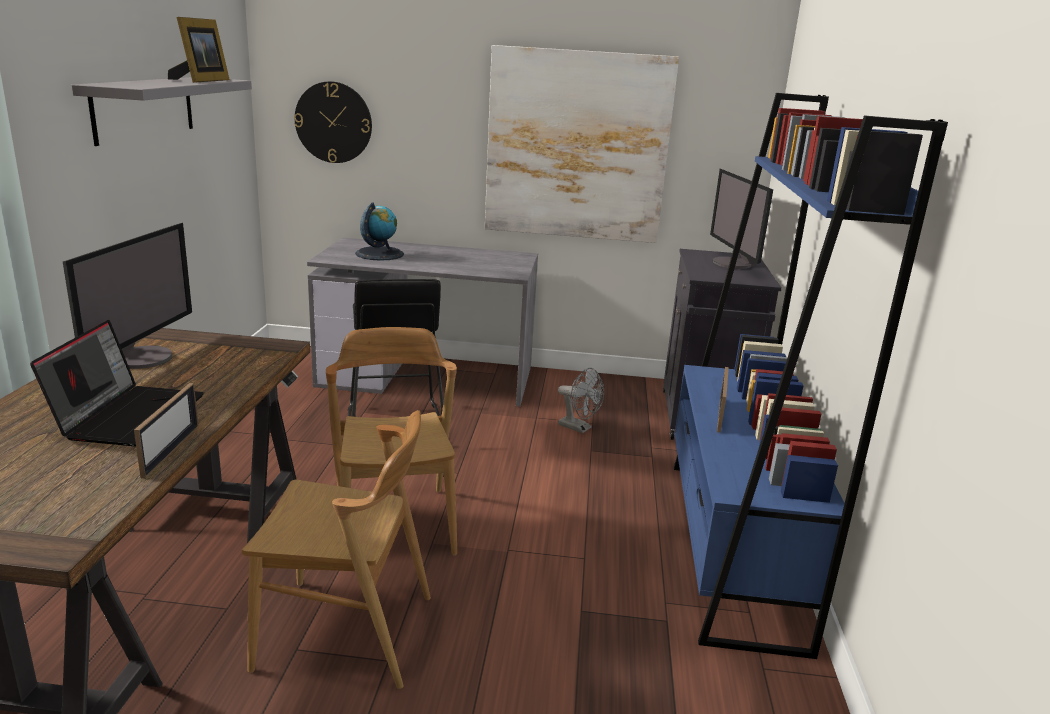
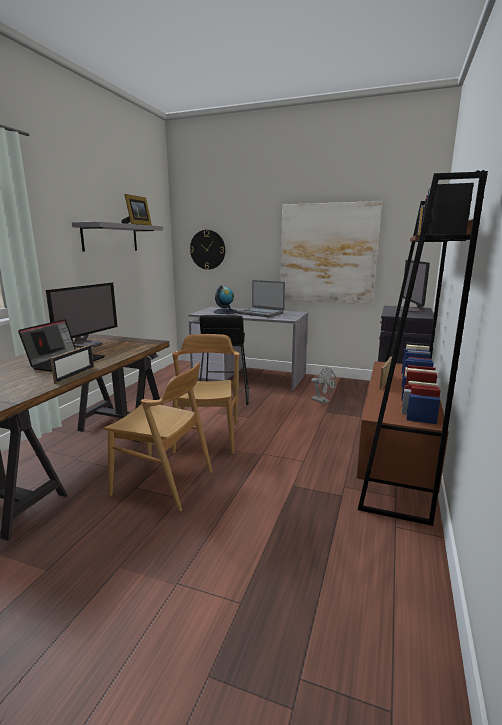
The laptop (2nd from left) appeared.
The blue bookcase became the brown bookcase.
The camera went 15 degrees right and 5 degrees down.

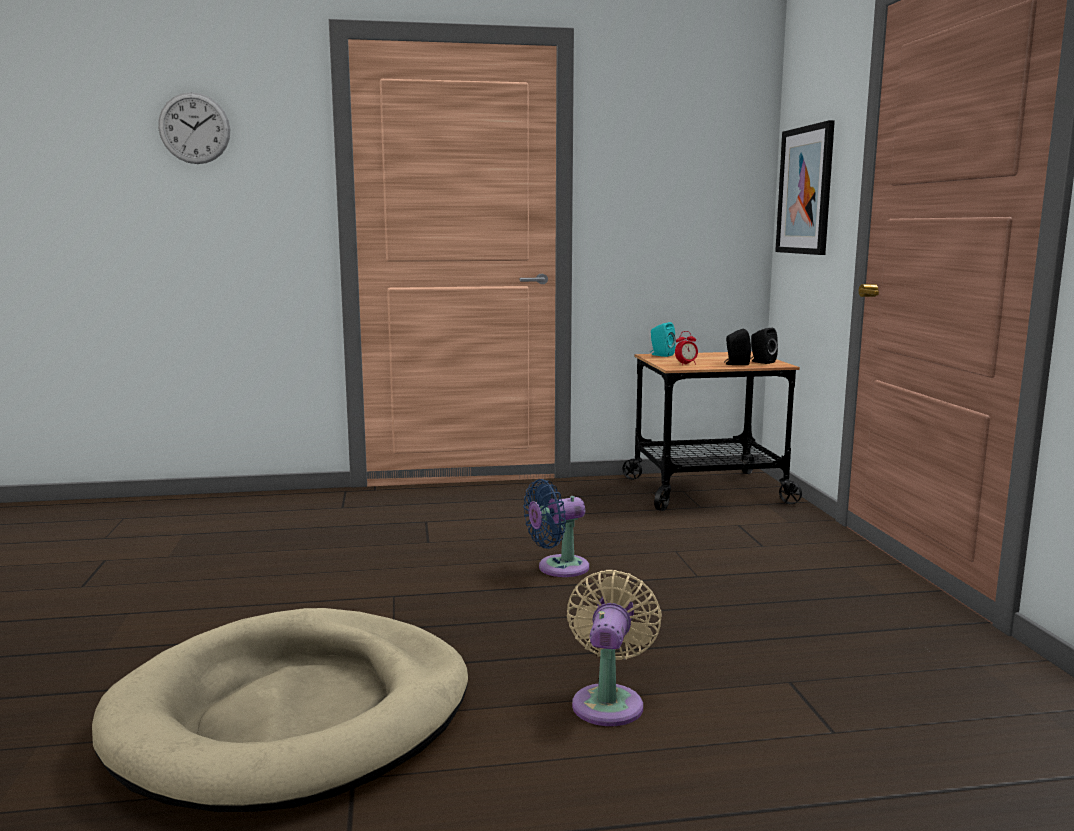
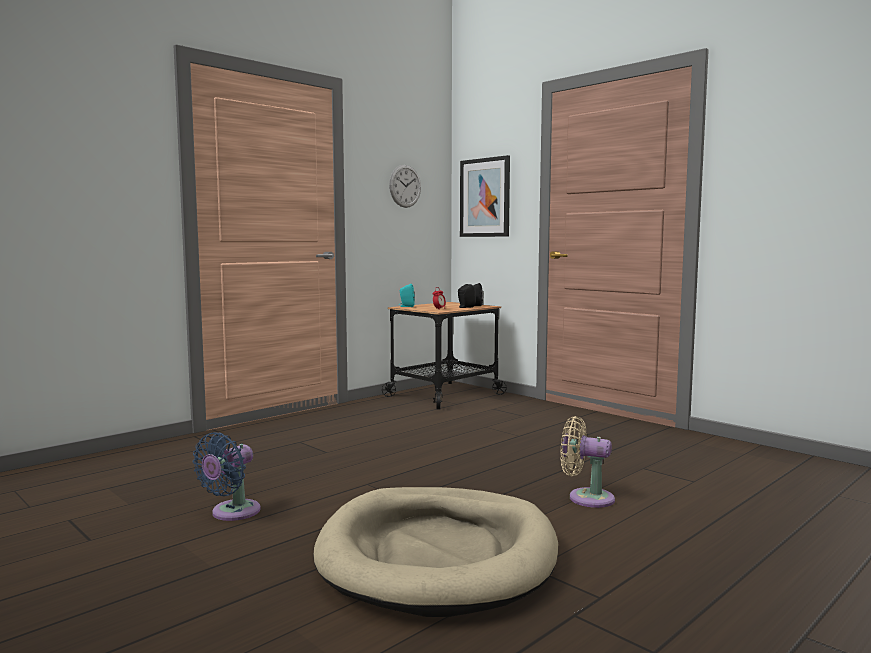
The blue fan moved.
The wall clock moved.
The beige fan turned 45 degrees counterclockwise.
The camera went 35 degrees left and 5 degrees down.

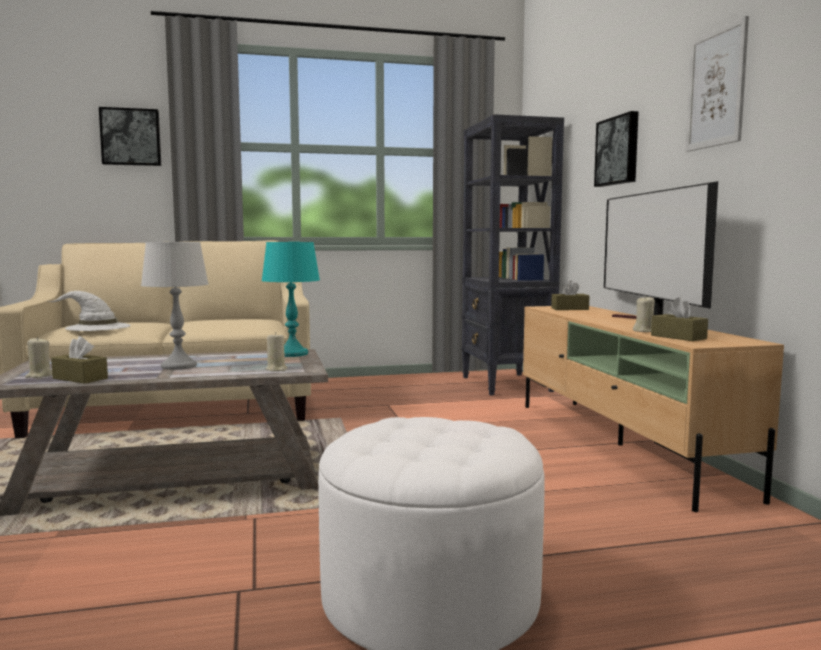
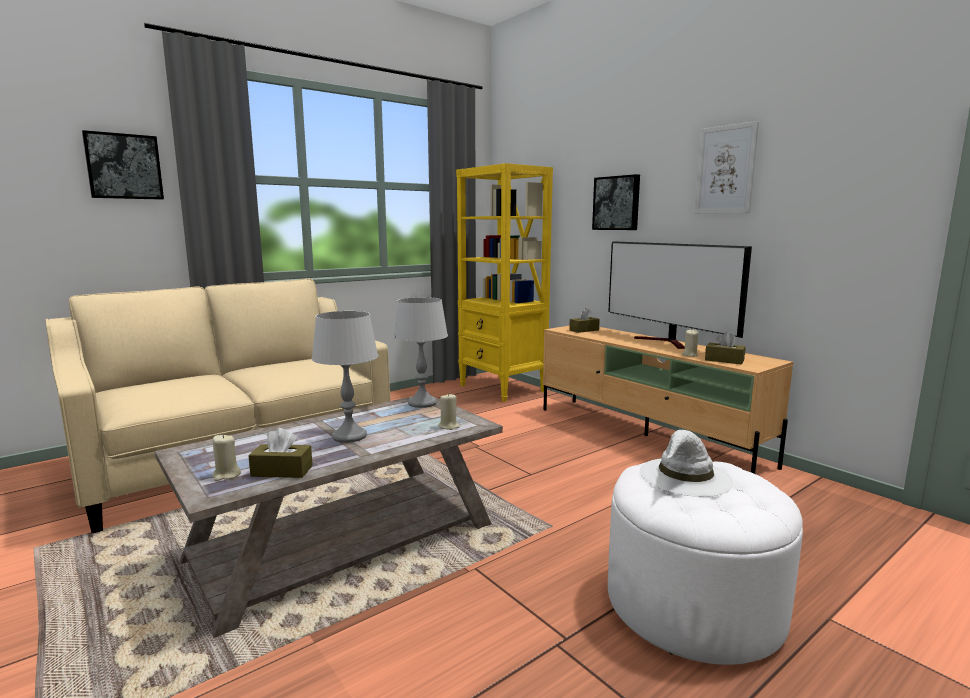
The turquoise table lamp became the grey table lamp (2nd from left).
The black bookcase became the yellow bookcase.
The white hat moved.
The camera went 25 degrees left and 5 degrees up.

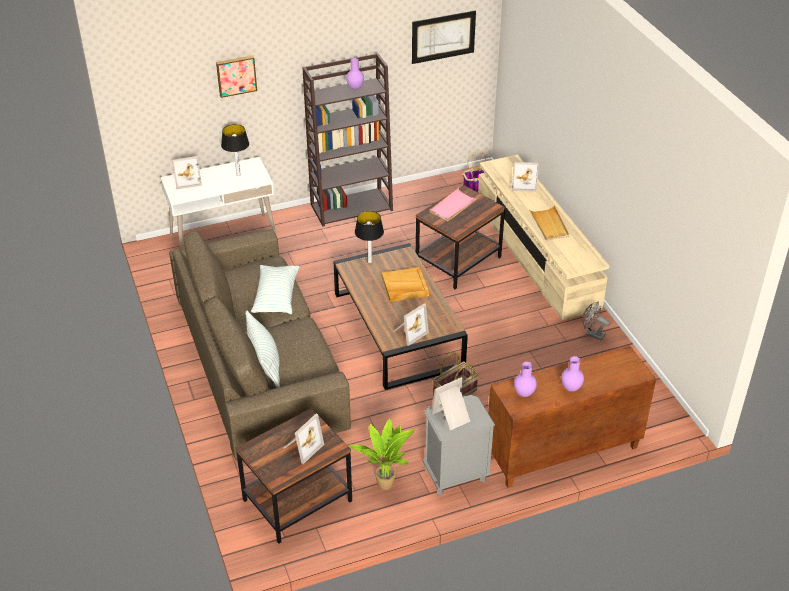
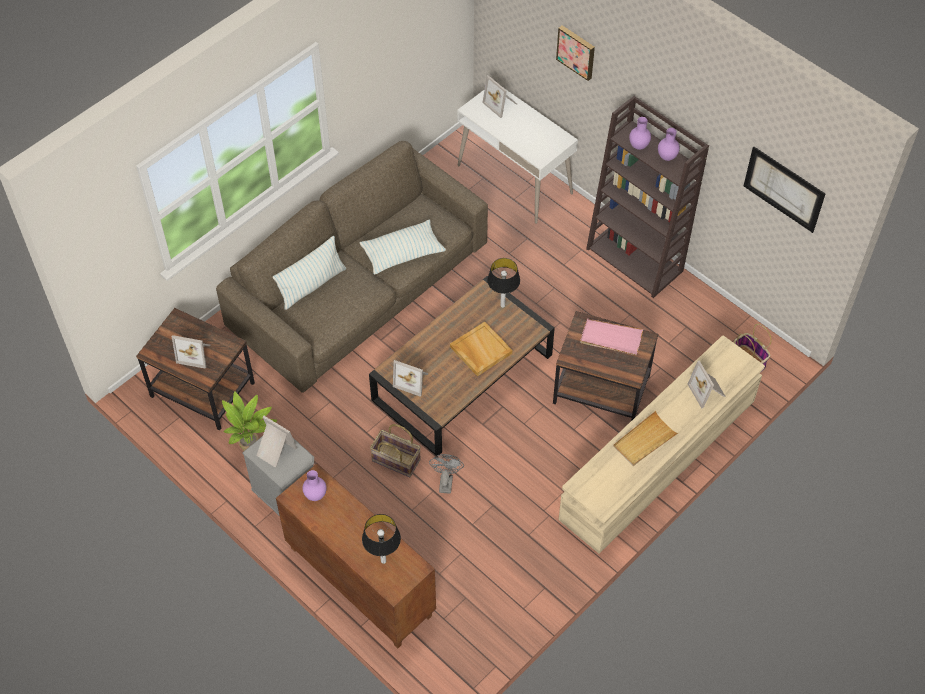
The table lamp (1st from left) moved.
The grey fan moved.
The purple vase (3rd from left in the first image) moved.
The camera went 65 degrees right and 15 degrees up.

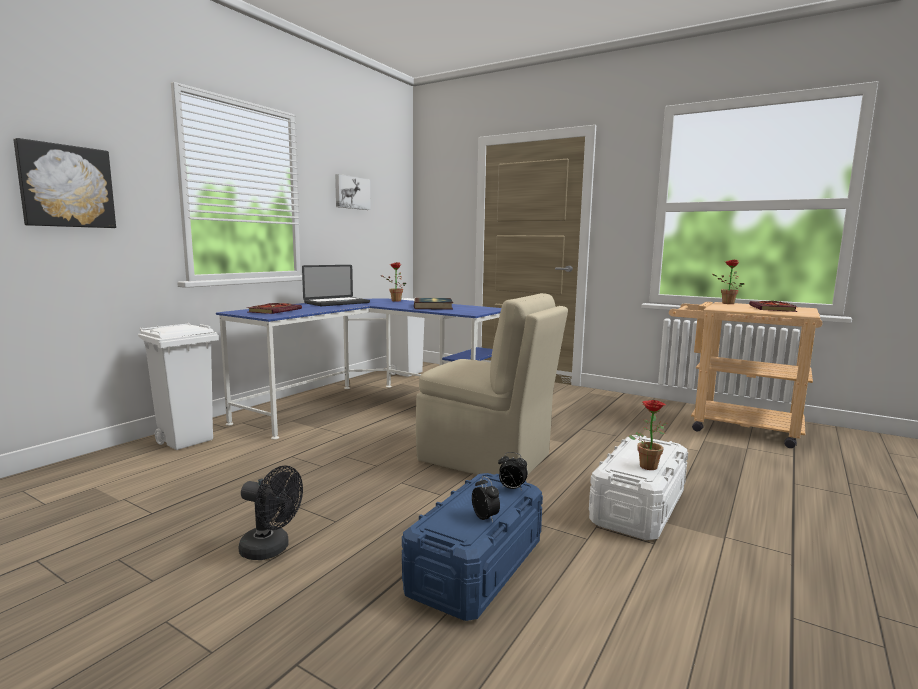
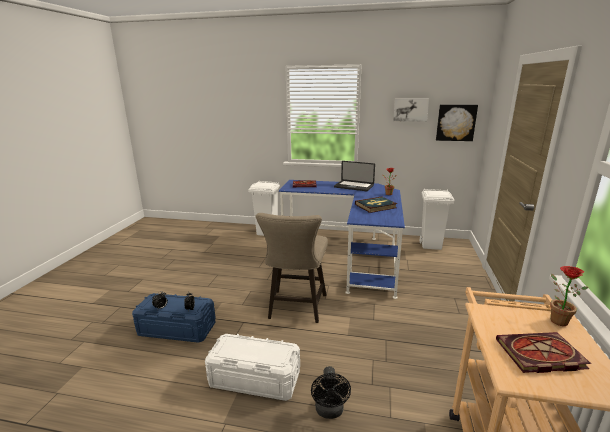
The beige chair was replaced by the beige stool.
The black fan moved.
The picture (1st from left in the first image) moved.
The potted plant (2nd from left) disappeared.
The camera went 70 degrees right and 10 degrees up.

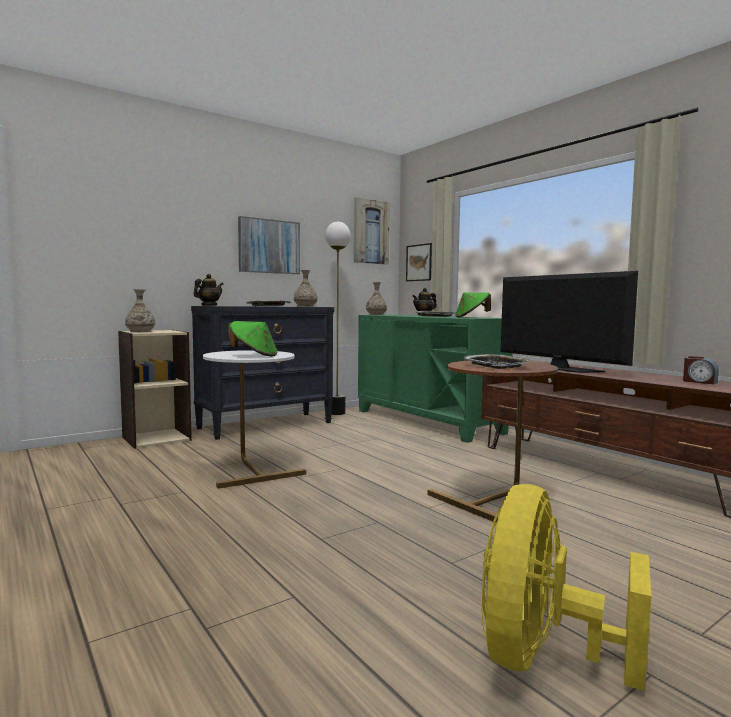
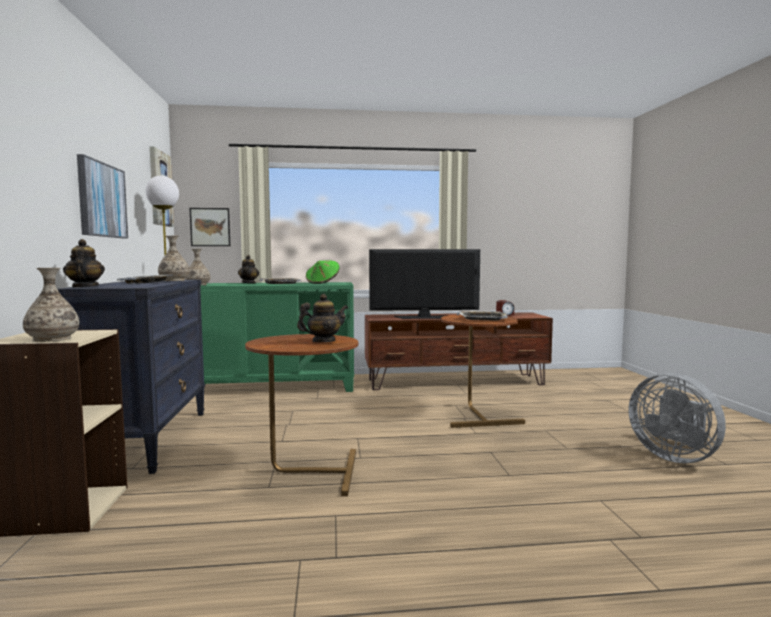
The white side table became the brown side table (1st from left).
The green hat (1st from left) was replaced by the teapot (3rd from left).
The yellow fan became the grey fan.
The camera went 60 degrees left and 0 degrees up.

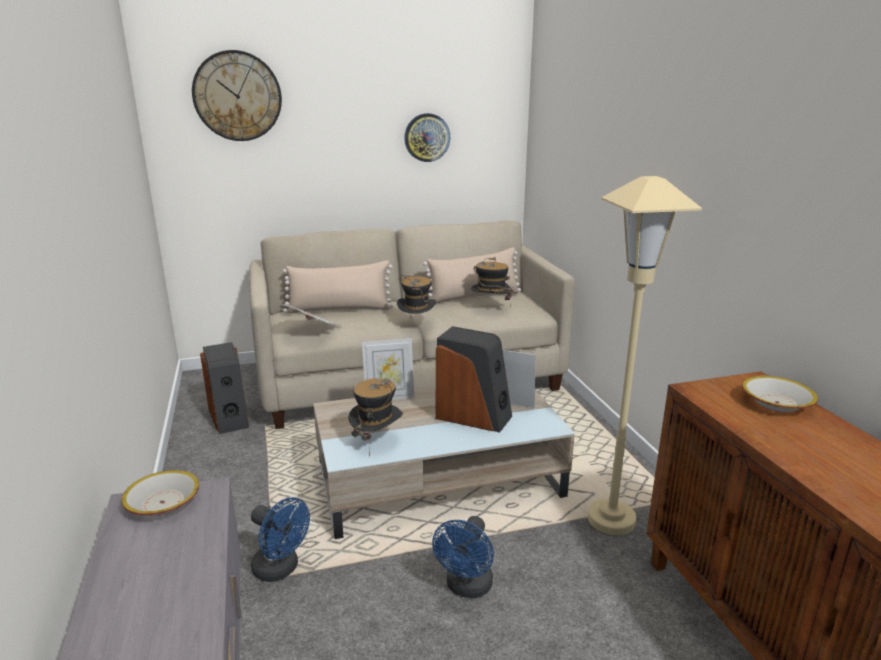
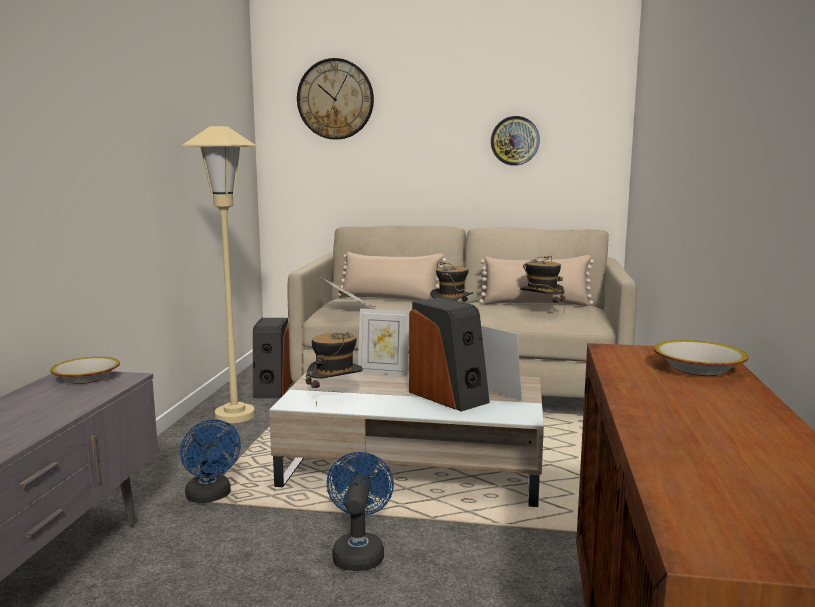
The beige floor lamp moved.
The blue fan (2nd from left) turned 135 degrees clockwise.
The camera went 25 degrees right and 10 degrees down.

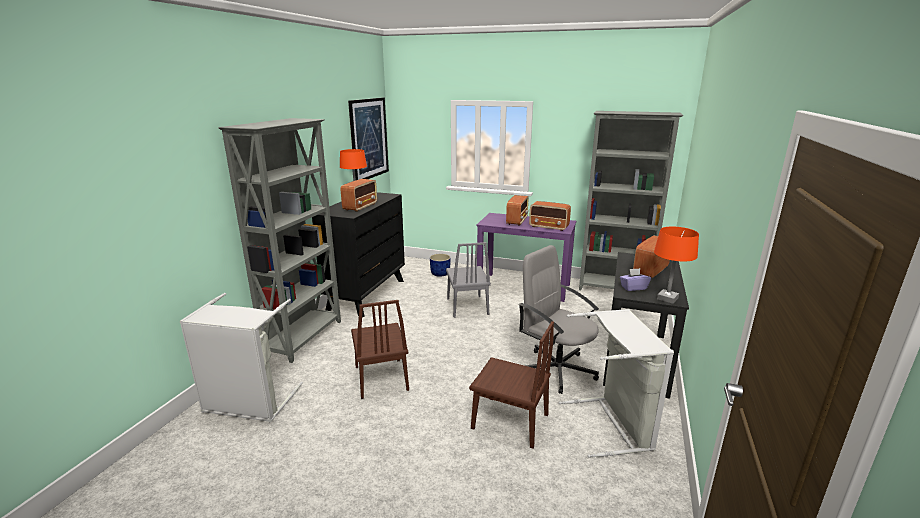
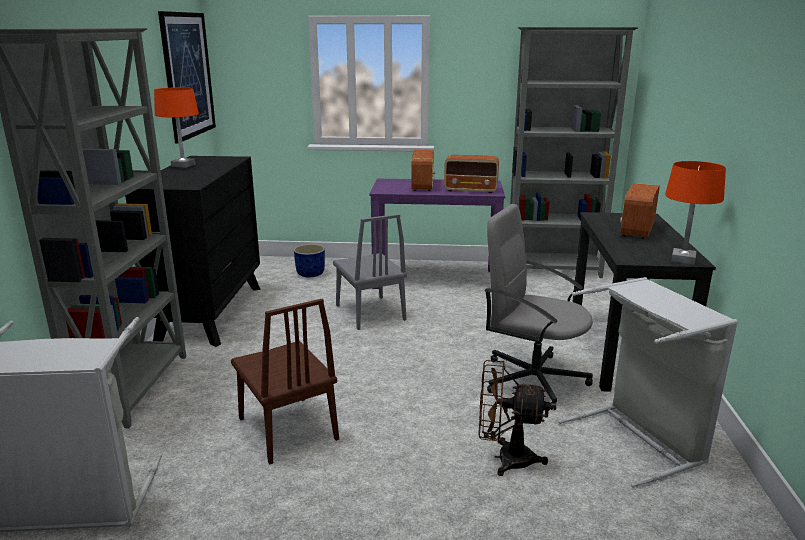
The brown chair (2nd from left) was replaced by the brown fan.
The radio (1st from left) disappeared.
The purple tissue box disappeared.
The camera went 15 degrees left and 0 degrees up.

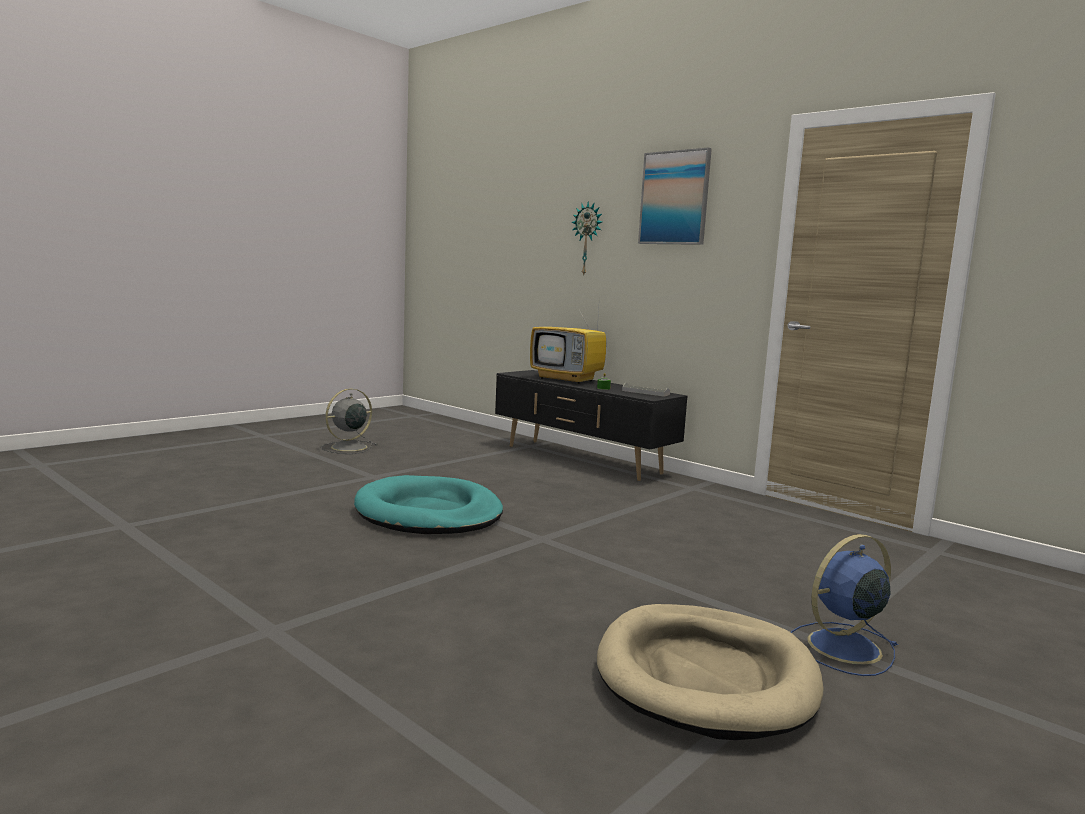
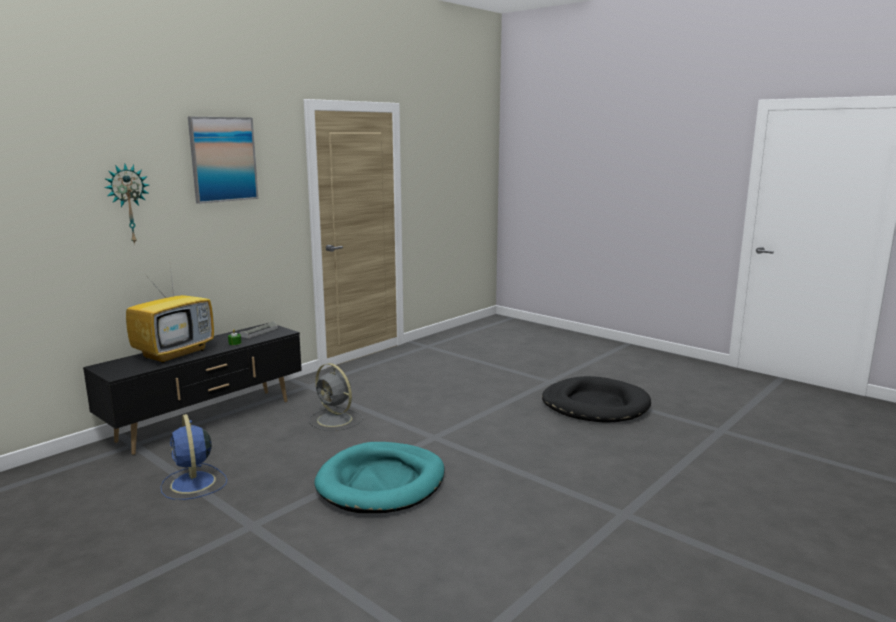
The blue fan moved.
The grey fan moved.
The beige dog bed became the black dog bed.
The camera went 90 degrees left and 5 degrees up.

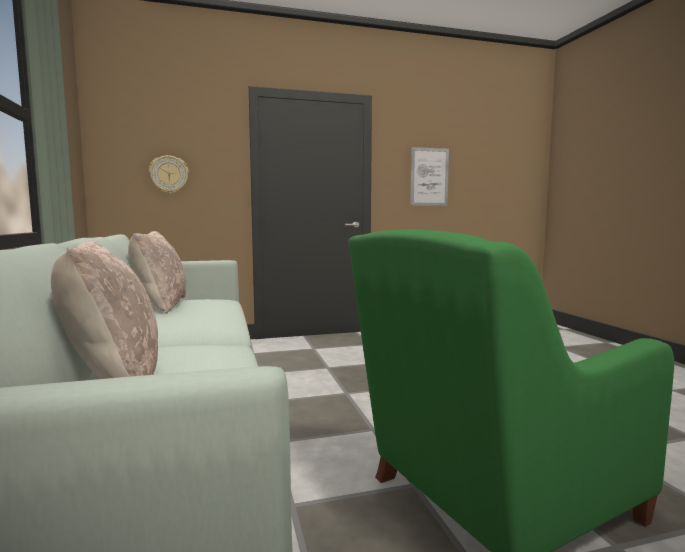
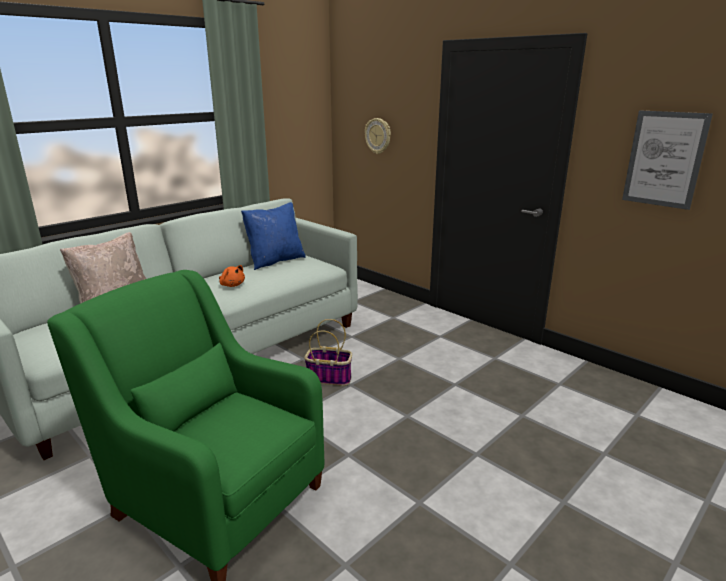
The orange plush toy appeared.
The beige pillow (2nd from left) became the blue pillow.
The basket appeared.
The camera went 60 degrees right and 15 degrees up.

